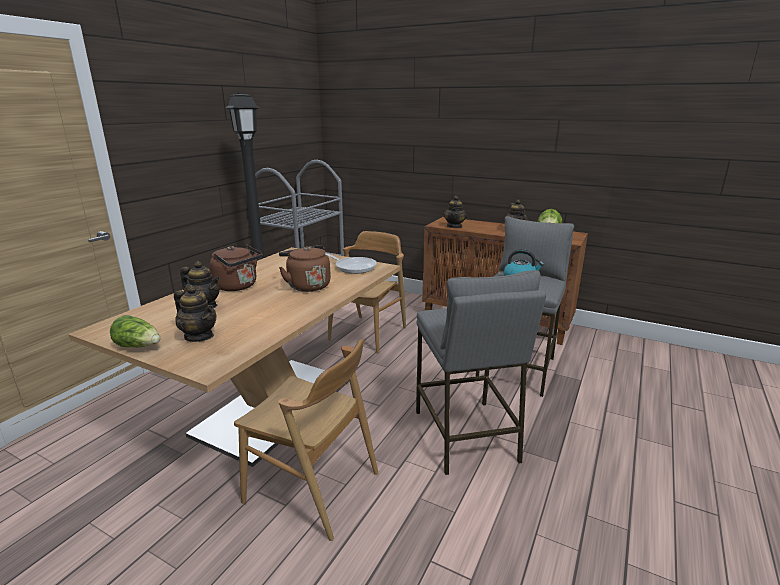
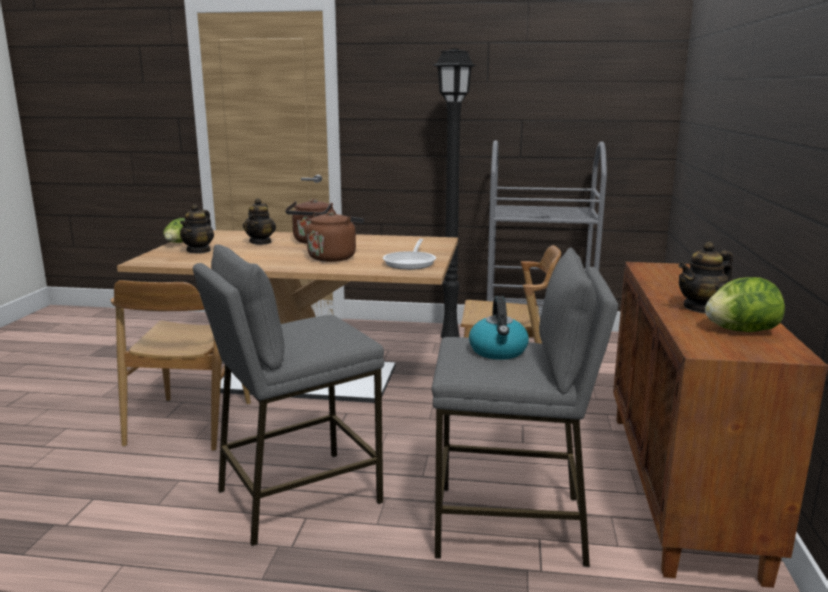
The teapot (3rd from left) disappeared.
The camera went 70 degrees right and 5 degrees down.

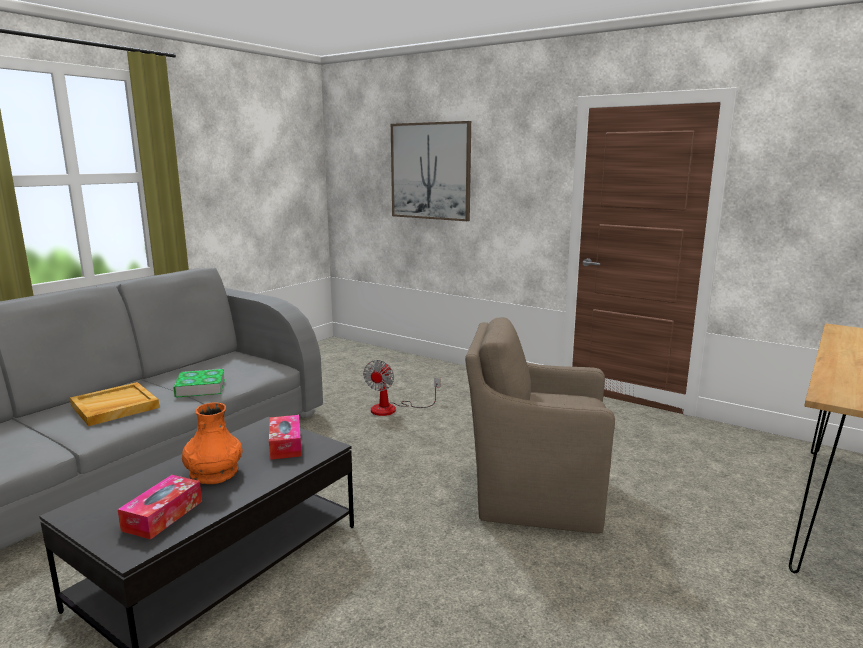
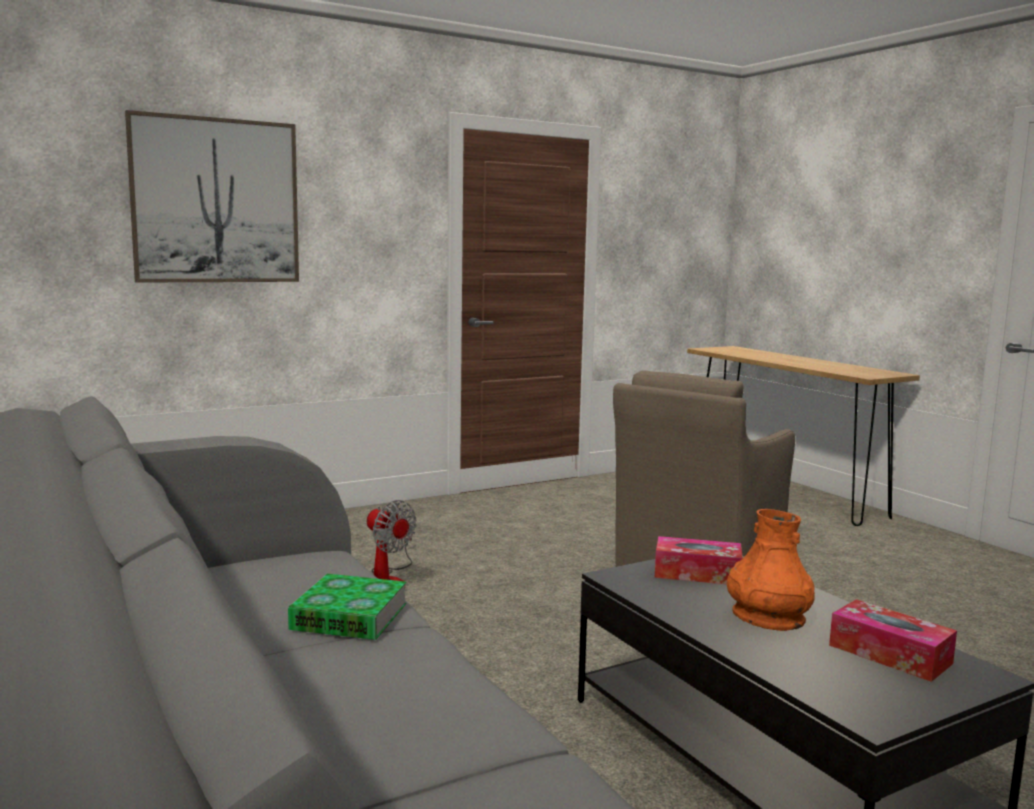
The beige tray disappeared.
The camera went 65 degrees left and 5 degrees down.

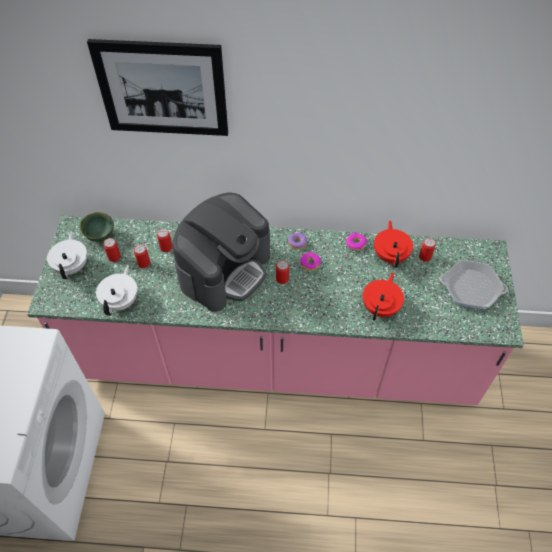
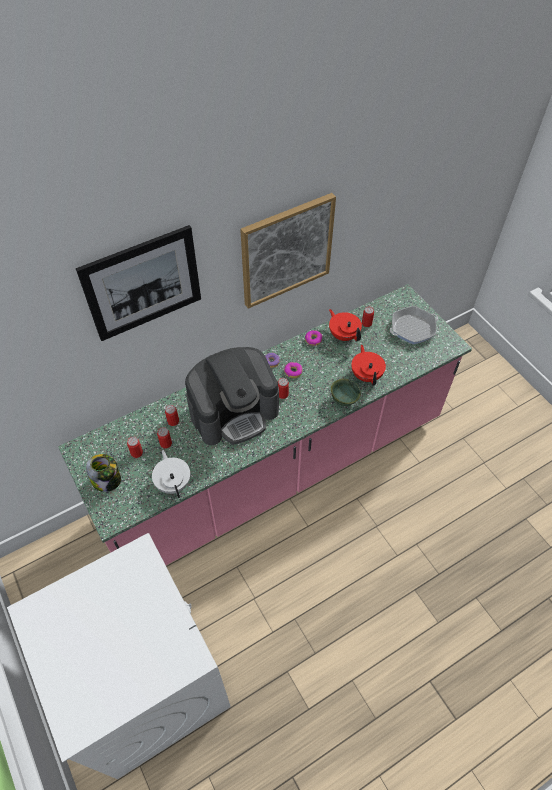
The white teapot (1st from left) was replaced by the jar.
The coffee machine turned 60 degrees clockwise.
The picture (2nd from left) appeared.
The green bowl moved.
The camera went 35 degrees left and 0 degrees up.

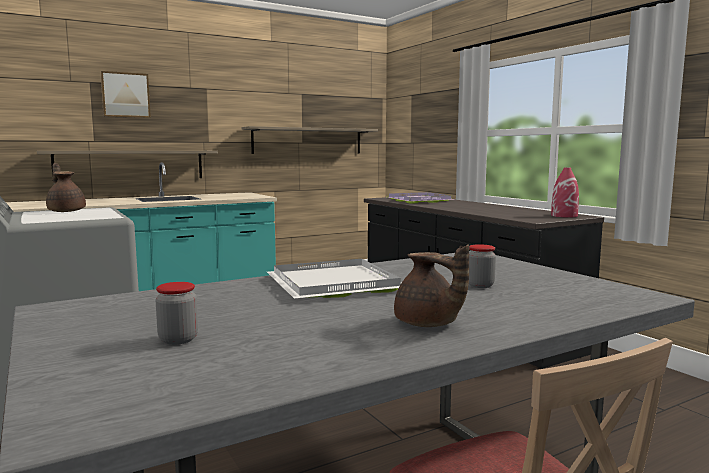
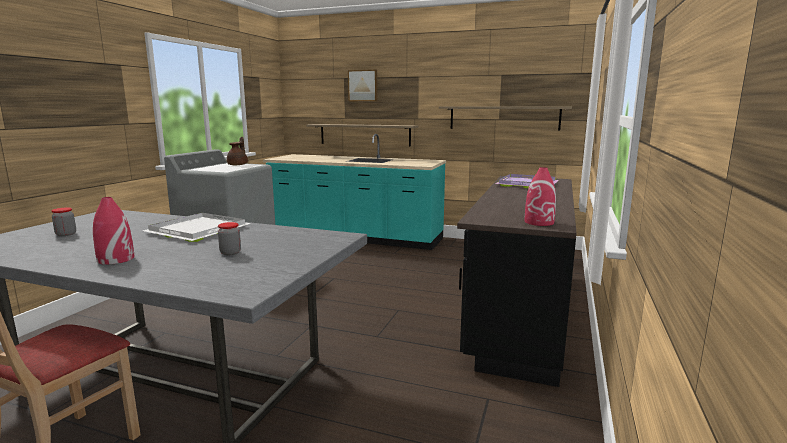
The brown teapot (2nd from left) was replaced by the red vase (1st from left).
The camera went 50 degrees right and 5 degrees up.

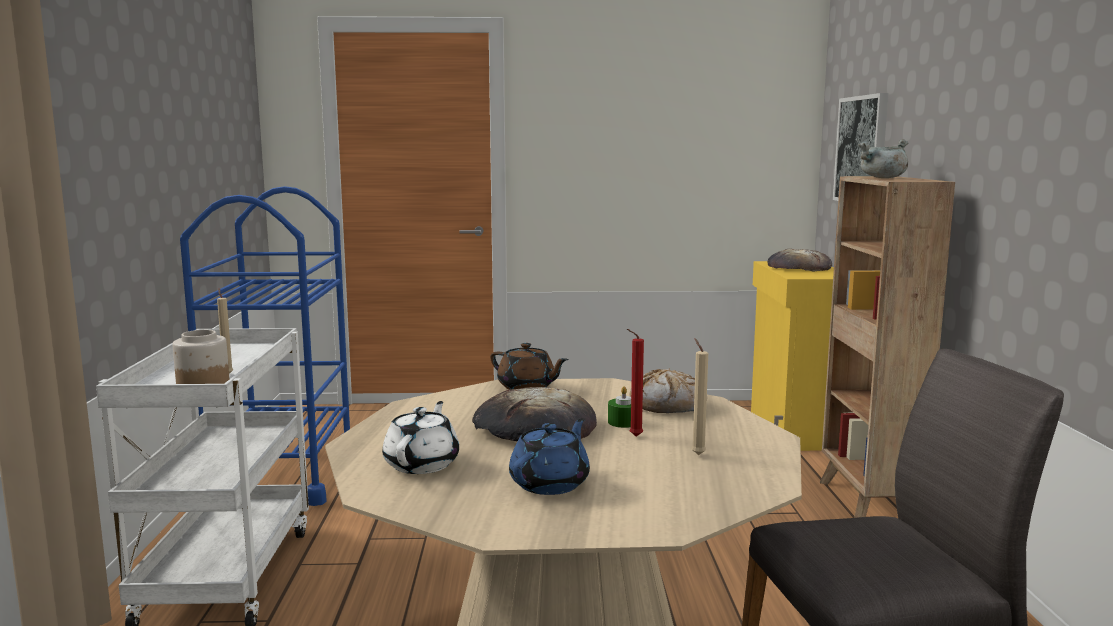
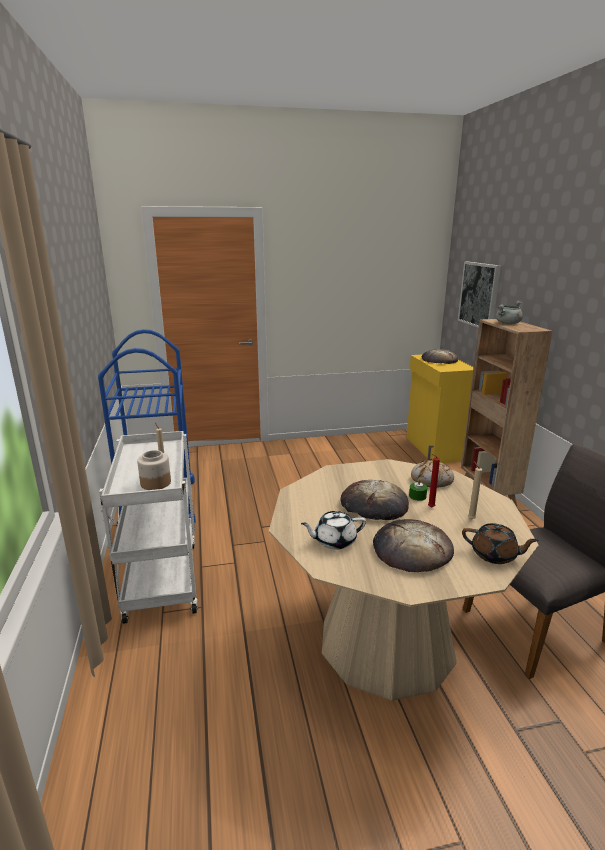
The white teapot turned 105 degrees counterclockwise.
The blue teapot was replaced by the bread (2nd from left).
The brown teapot moved.
The camera went 10 degrees left and 10 degrees up.

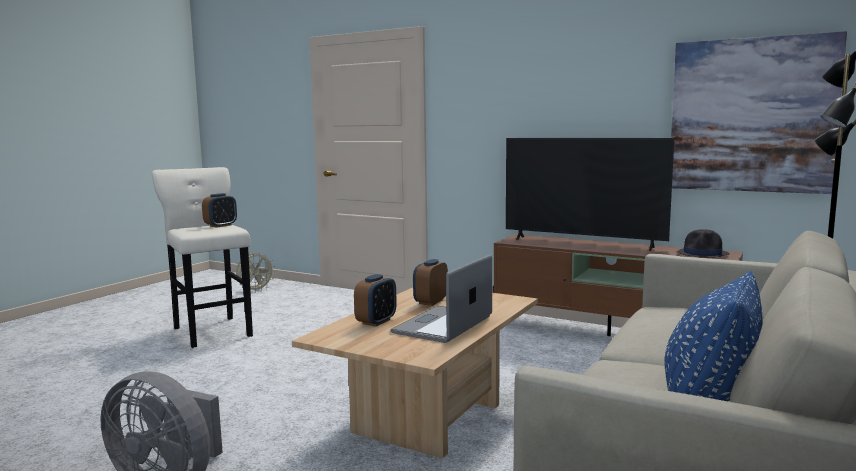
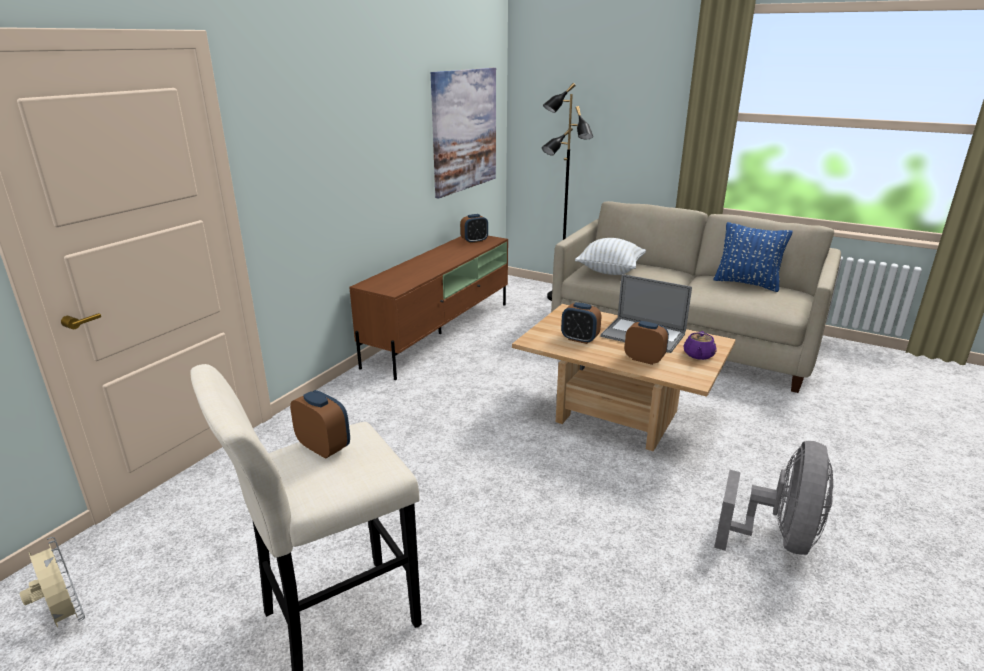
The black hat was replaced by the alarm clock (2nd from left).
The white pillow appeared.
The purple teapot appeared.
The television disappeared.
The camera went 90 degrees left and 15 degrees up.

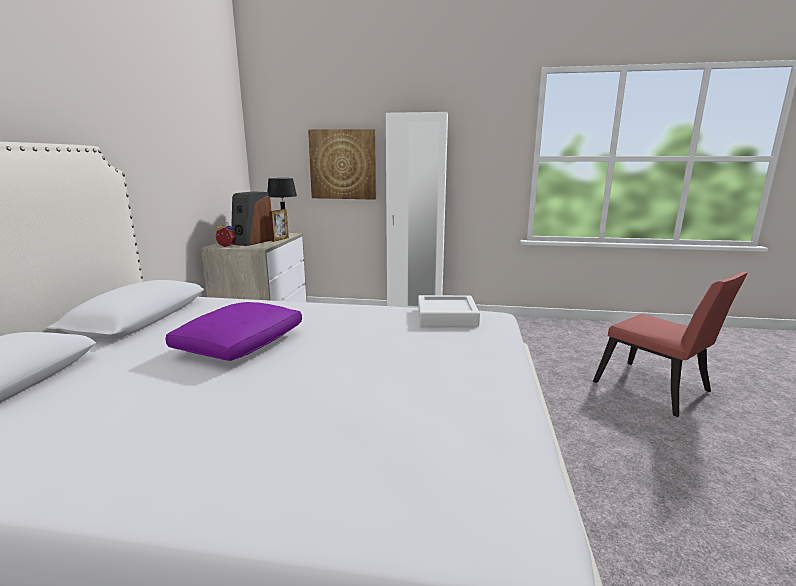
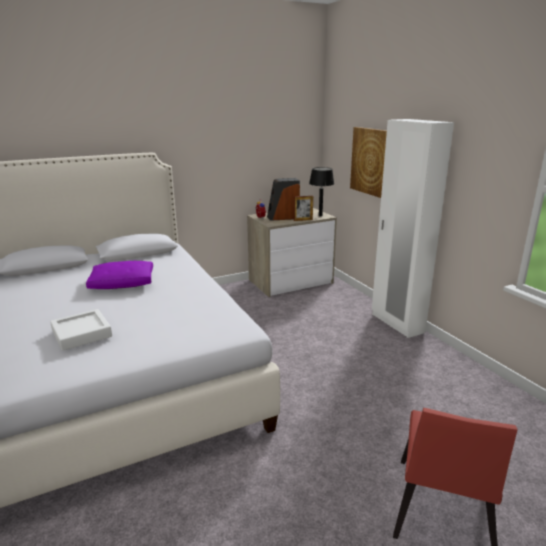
The white tray moved.
The camera went 55 degrees right and 5 degrees up.

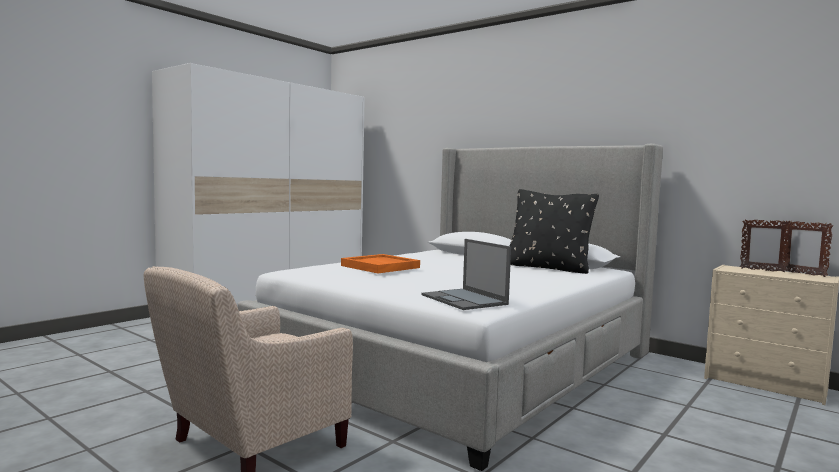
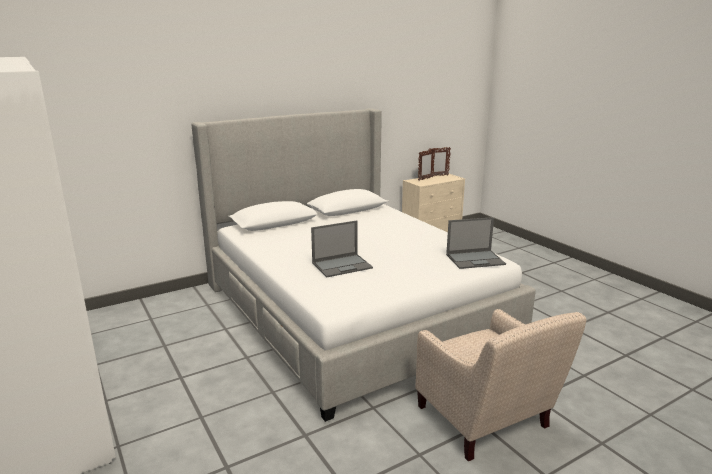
The orange tray was replaced by the laptop (1st from left).
The black pillow disappeared.
The camera went 70 degrees left and 15 degrees up.

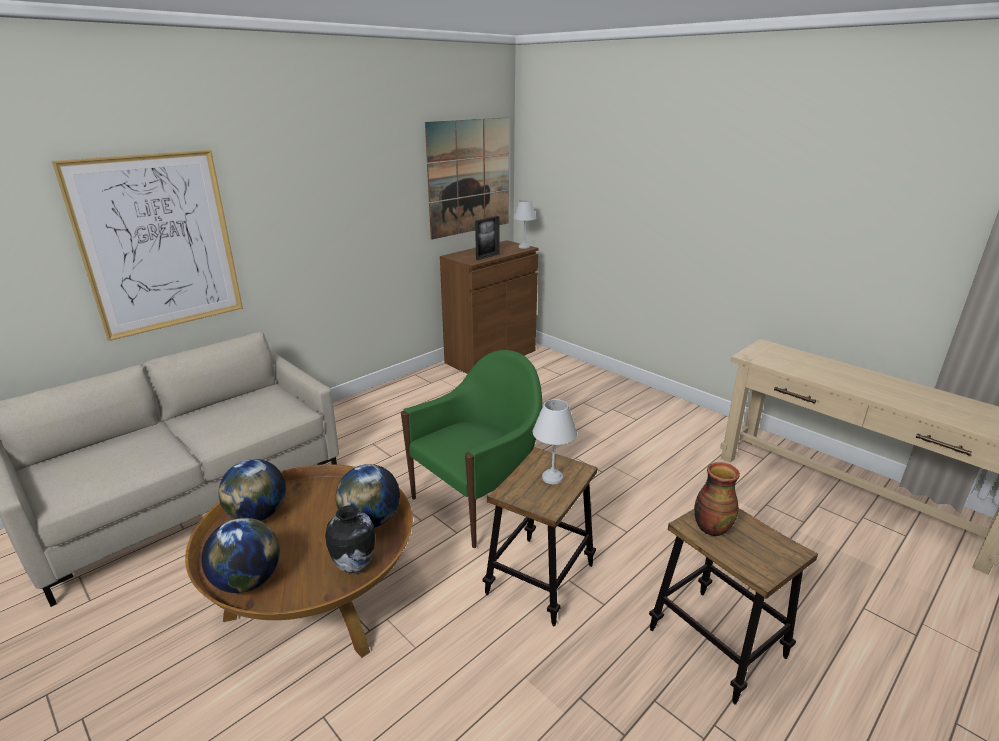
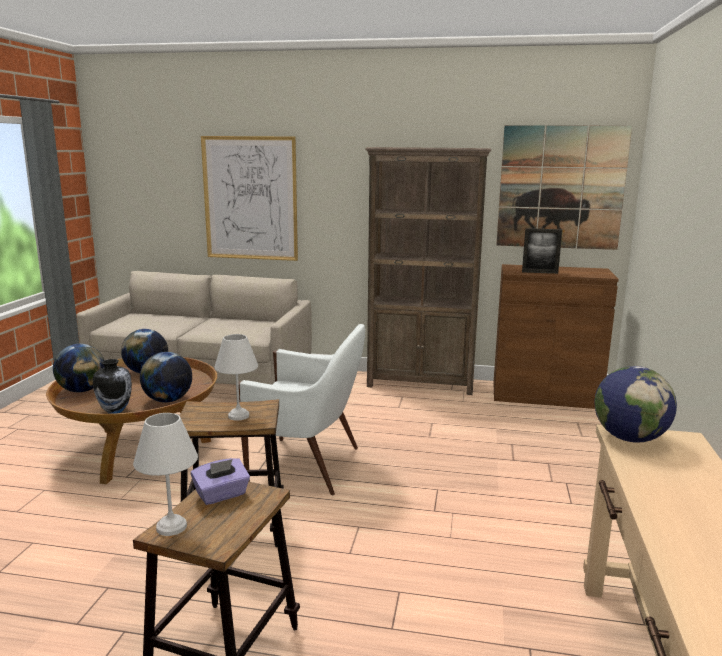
The white table lamp (1st from left) moved.
The vase (2nd from left) was replaced by the purple tissue box.
The green armchair became the white armchair.
The brown bookcase appeared.
The globe (4th from left) appeared.
The camera went 55 degrees right and 10 degrees down.

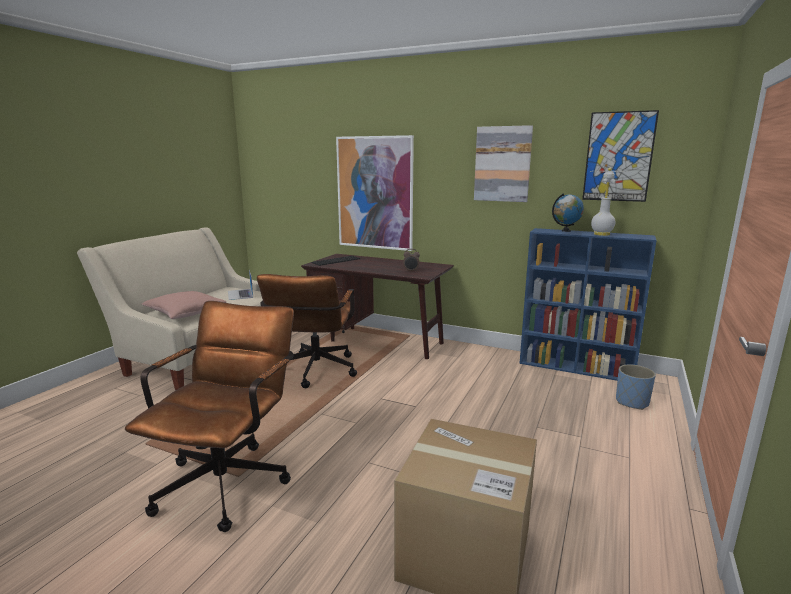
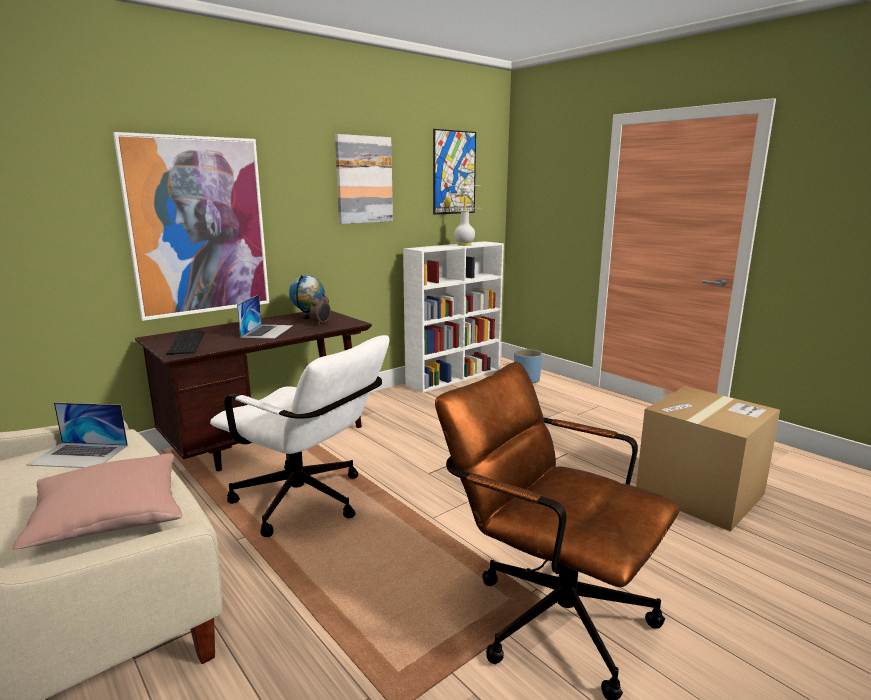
The brown office chair (2nd from left) became the white office chair.
The laptop (2nd from left) appeared.
The globe moved.
The blue bookcase became the white bookcase.
The camera went 65 degrees left and 0 degrees up.

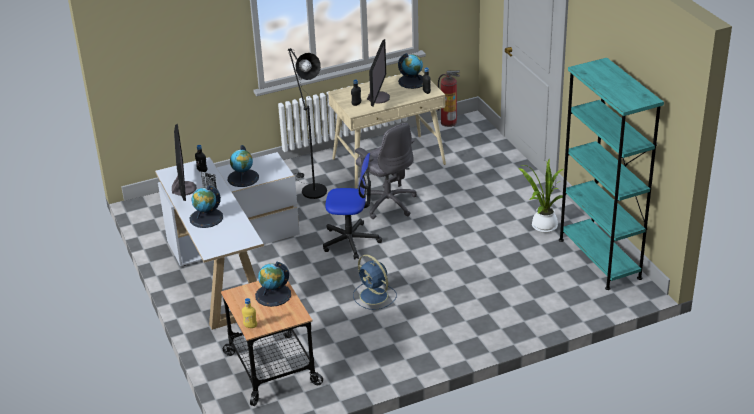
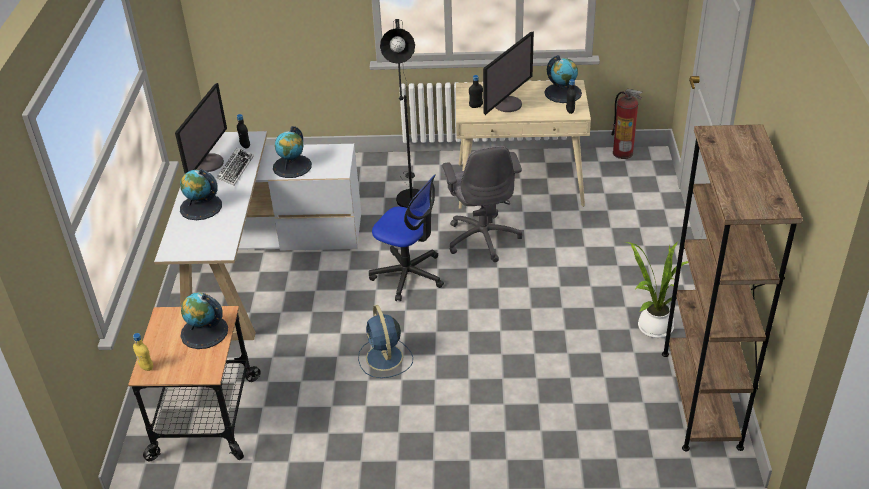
The turquoise bookcase became the brown bookcase.
The camera went 25 degrees right and 5 degrees up.

